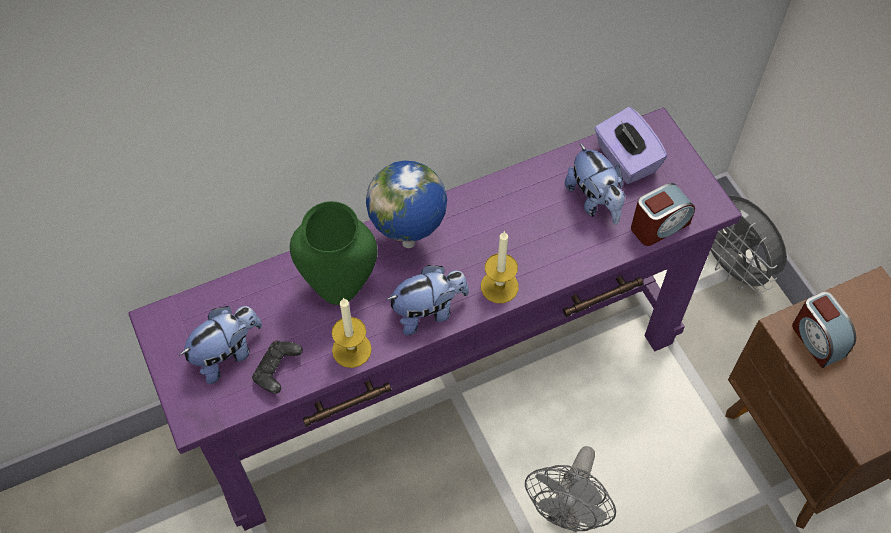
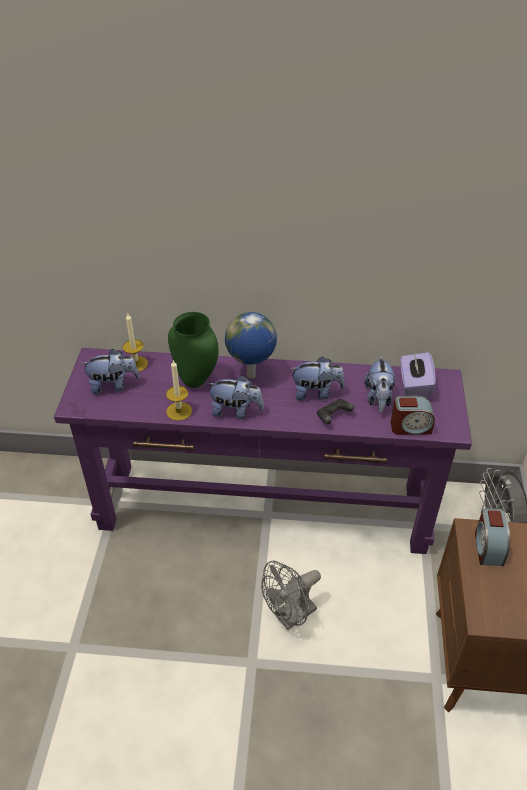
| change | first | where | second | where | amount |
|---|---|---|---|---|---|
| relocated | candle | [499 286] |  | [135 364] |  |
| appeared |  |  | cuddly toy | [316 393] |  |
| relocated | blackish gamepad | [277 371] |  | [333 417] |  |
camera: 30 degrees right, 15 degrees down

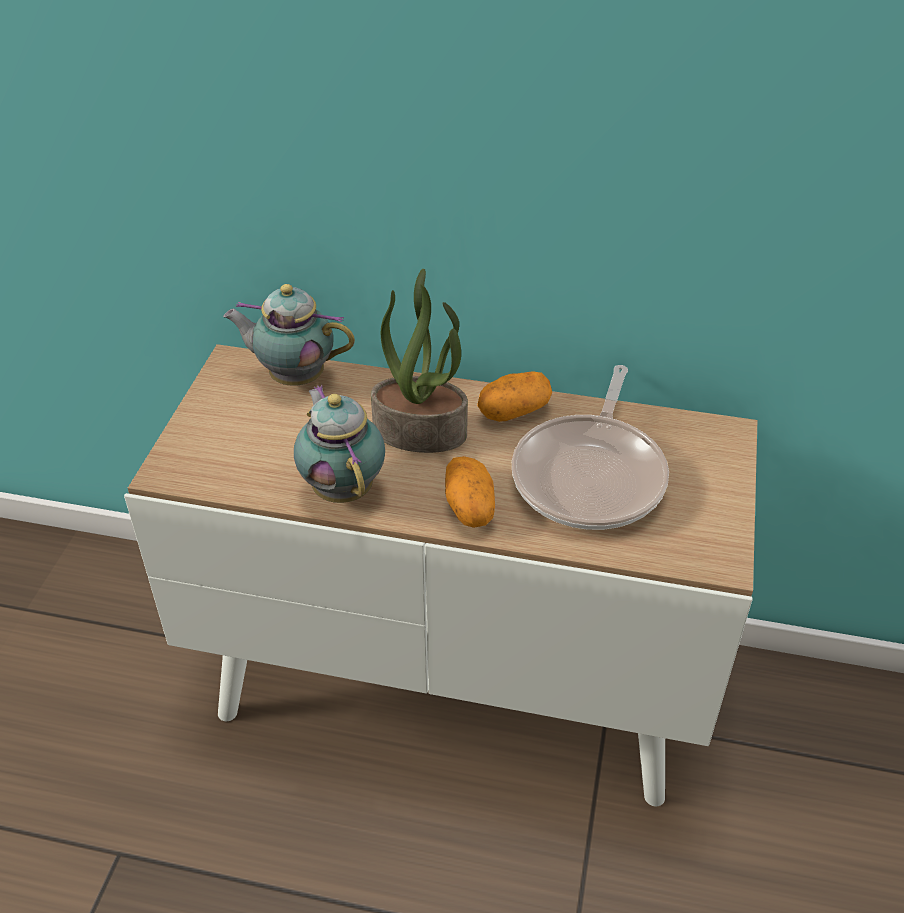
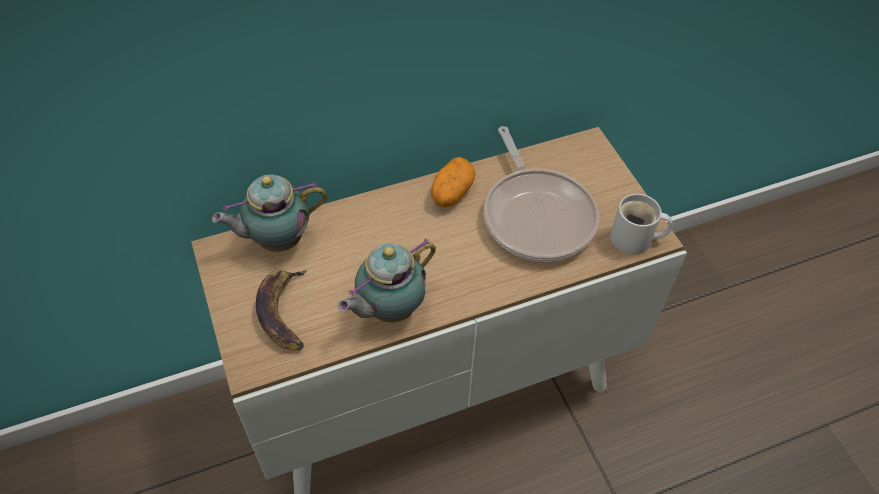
| change | first | where | second | where | amount |
|---|---|---|---|---|---|
| appeared |  |  | whole banana | [283 312] |  |
| spun | teapot | [342 488] |  | [389 309] | 75 degrees counterclockwise |
| appeared |  |  | white-coloured mug | [635 240] |  |
| missing | houseplant | [421 431] |  |  |  |
| missing | potato | [469 507] |  |  |  |
camera: 35 degrees left, 10 degrees up

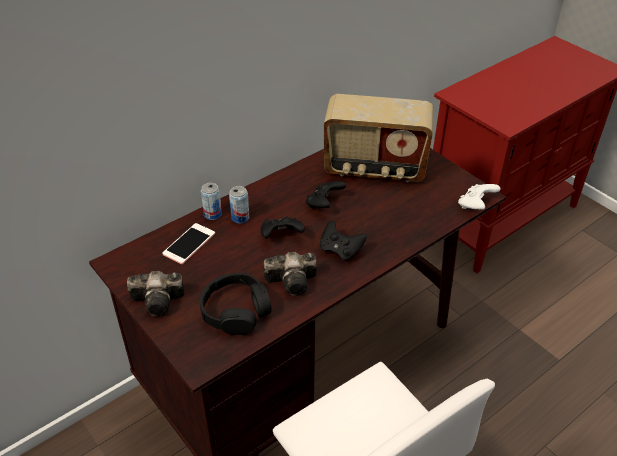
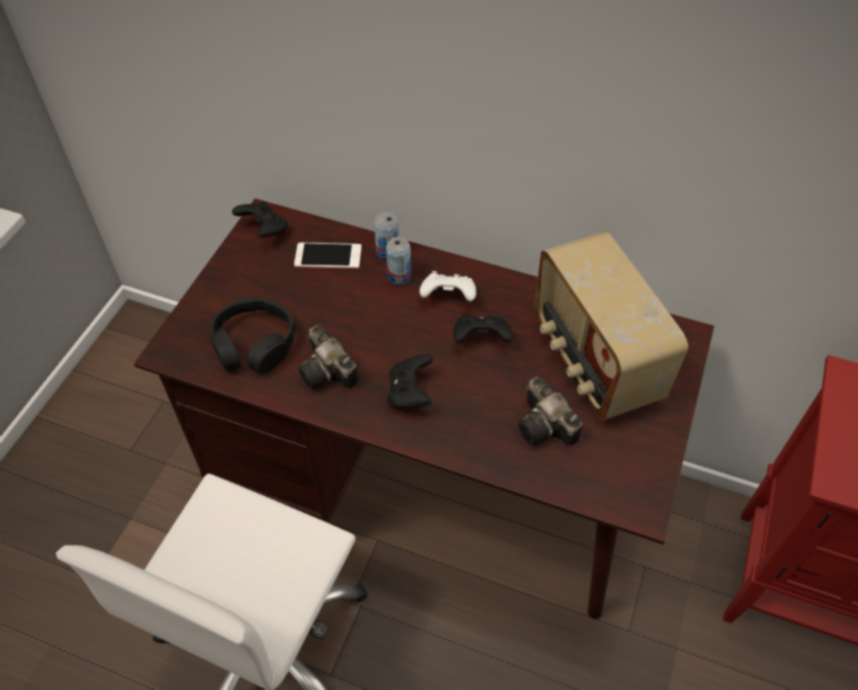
| change | first | where | second | where | amount |
|---|---|---|---|---|---|
| relocated | blackish gamepad | [281 236] |  | [264 230] |  |
| relocated | white-coloured gamepad | [476 205] |  | [448 298] |  |
| relocated | photo camera | [160 301] |  | [546 427] |  |
camera: 60 degrees right, 10 degrees up

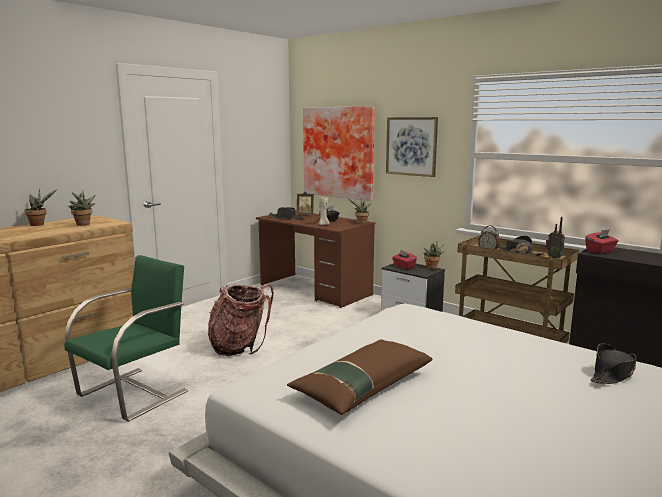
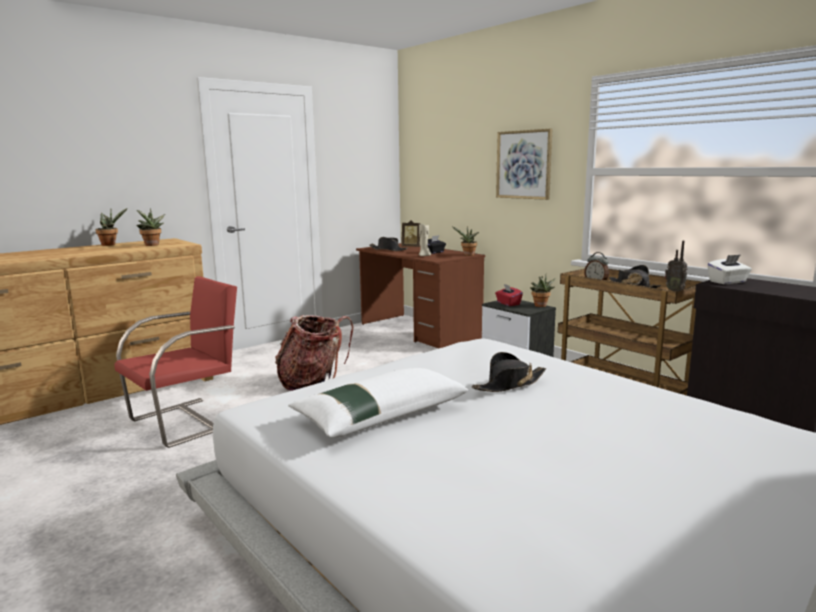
| change | first | where | second | where | amount |
|---|---|---|---|---|---|
| colour | greenish upright chair | [135 393] | red upright chair | [187 421] |  |
| colour | brownish cushion | [362 386] | white-coloured cushion | [380 414] |  |
| relocated | blackish wearable hat | [613 374] |  | [509 384] |  |
| colour | red tissue holder | [600 251] | white-coloured tissue holder | [728 282] |  |
| missing | wall picture | [339 152] |  |  |  |
camera: 10 degrees right, 0 degrees up

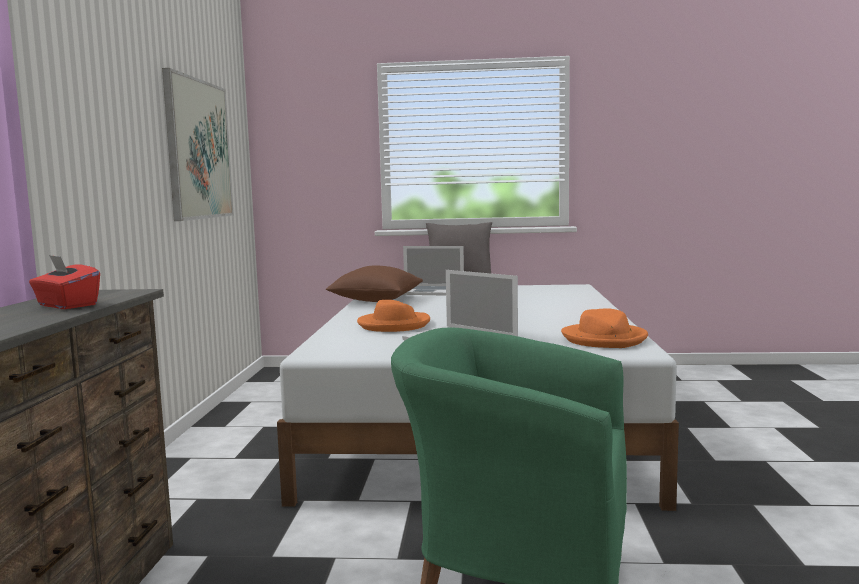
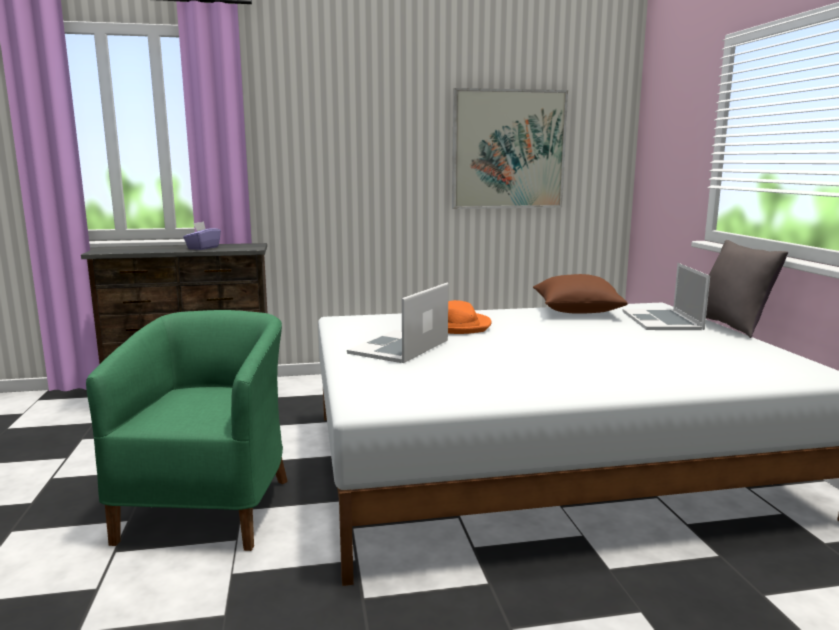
| change | first | where | second | where | amount |
|---|---|---|---|---|---|
| colour | red tissue holder | [66 305] | purplish tissue holder | [203 248] |  |
| missing | orange-coloured wearable hat | [604 339] |  |  |  |
camera: 75 degrees right, 5 degrees up

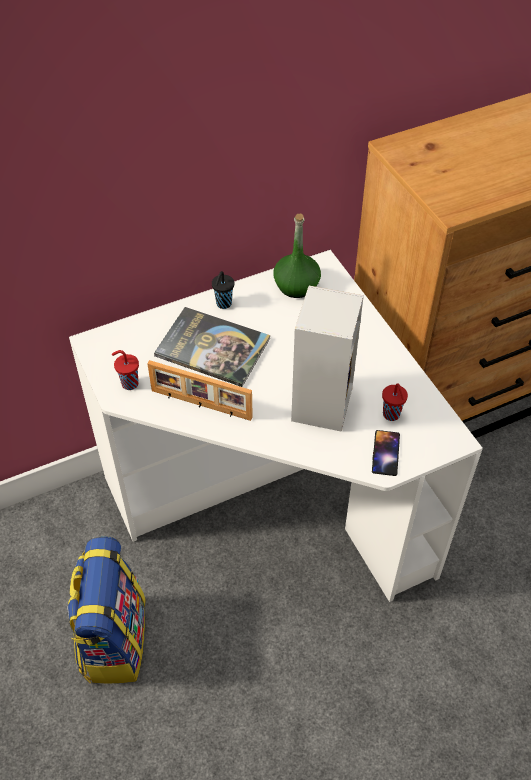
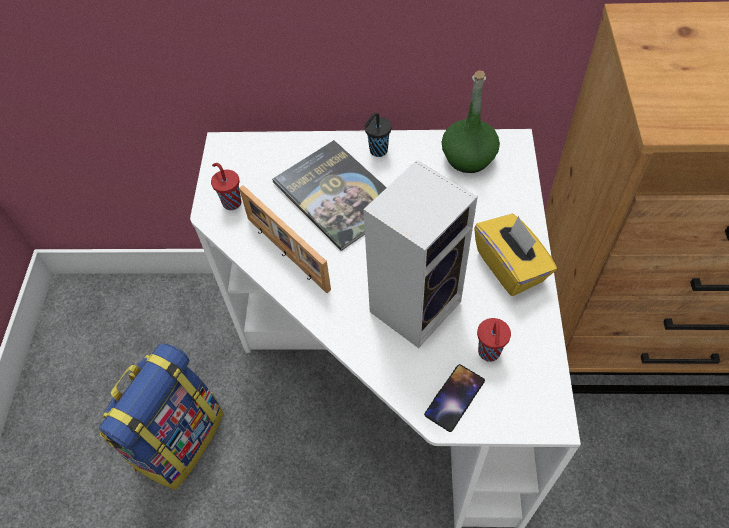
| change | first | where | second | where | amount |
|---|---|---|---|---|---|
| appeared |  |  | yellowish tissue holder | [510 266] |  |
camera: 30 degrees right, 5 degrees up

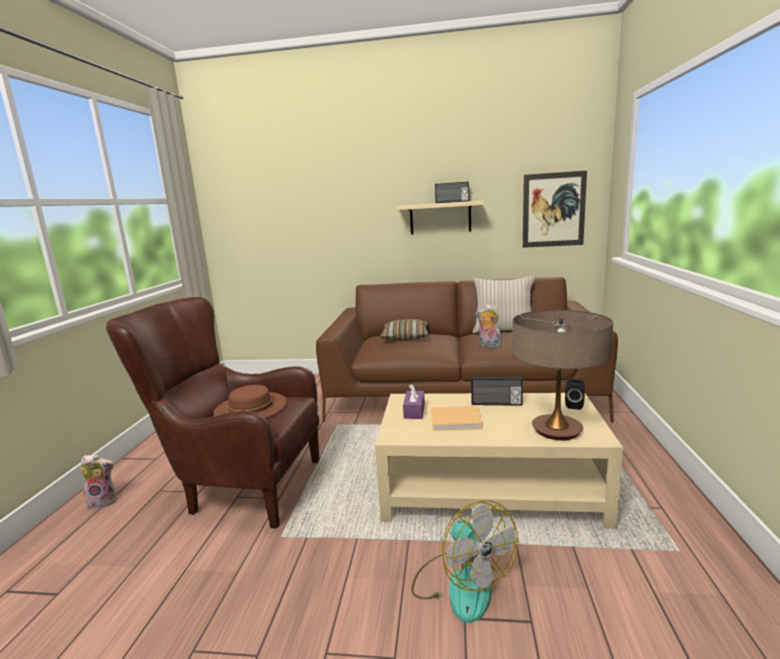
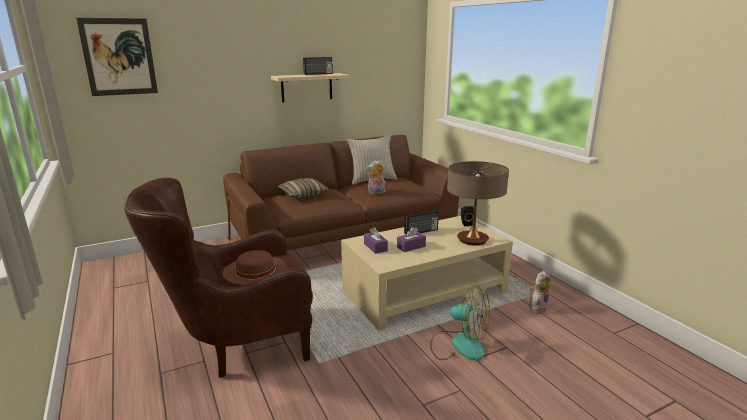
| change | first | where | second | where | amount |
|---|---|---|---|---|---|
| relocated | wall picture | [553 210] |  | [119 57] |  |
| exchanged | beige-coloured volume | [457 420] | purplish tissue holder | [411 247] |  |
| relocated | cuddly toy | [104 501] |  | [537 308] |  |
camera: 35 degrees left, 5 degrees up

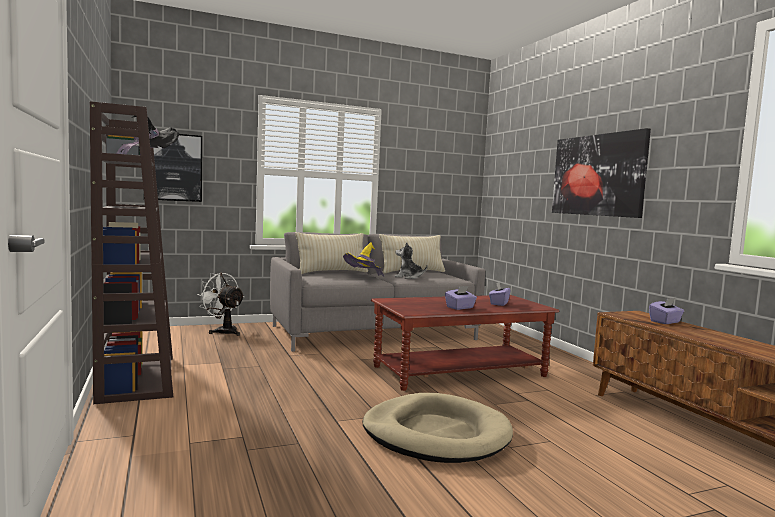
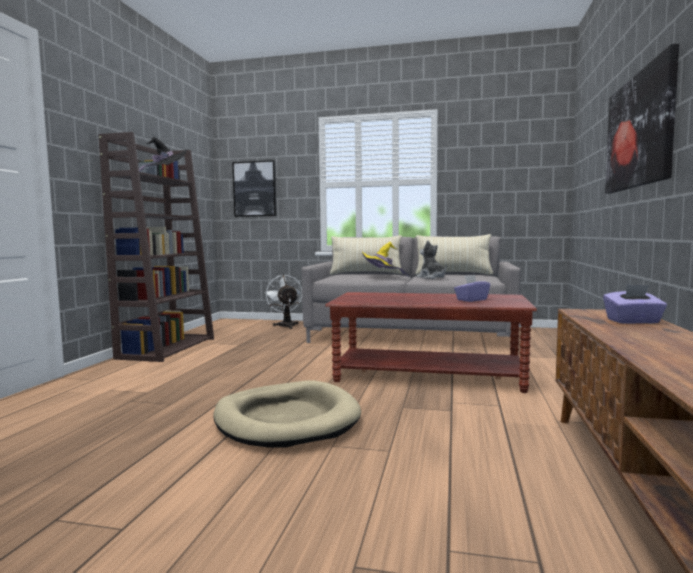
| change | first | where | second | where | amount |
|---|---|---|---|---|---|
| missing | purplish tissue holder | [460 307] |  |  |  |
camera: 35 degrees right, 0 degrees up

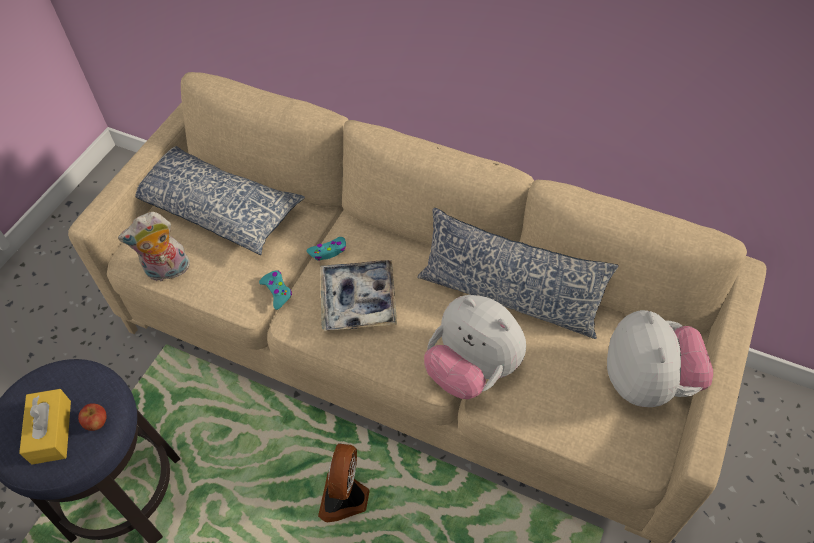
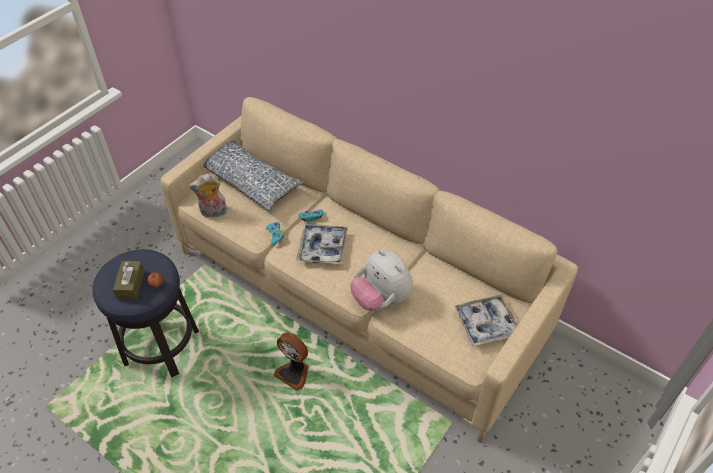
| change | first | where | second | where | amount |
|---|---|---|---|---|---|
| colour | yellowish tissue holder | [51 432] | brownish tissue holder | [131 285] |  |
| spun | cooling fan | [345 497] |  | [294 373] | 75 degrees counterclockwise |
| exchanged | cuddly toy | [647 381] | serving tray | [486 324] |  |
| missing | cushion | [508 297] |  |  |  |
camera: 10 degrees right, 5 degrees down

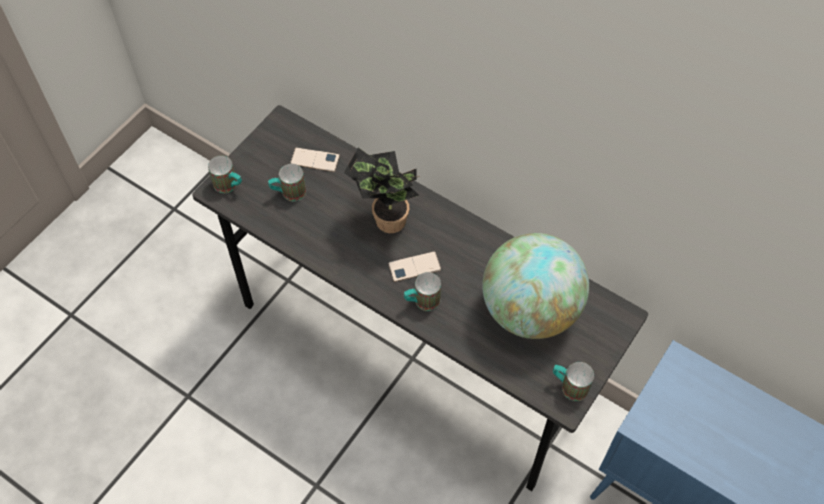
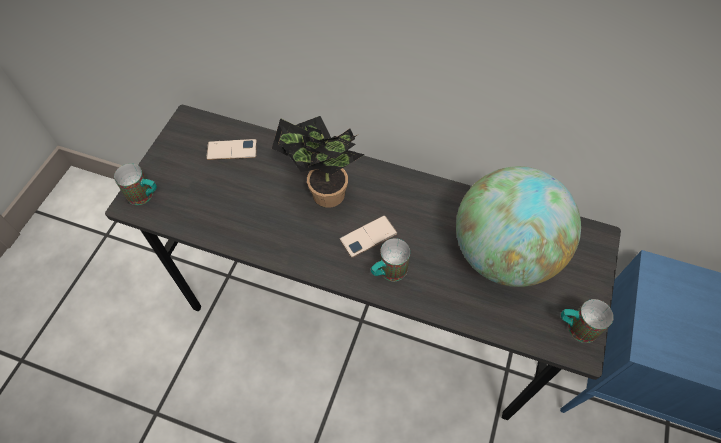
| change | first | where | second | where | amount |
|---|---|---|---|---|---|
| missing | mug | [288 193] |  |  |  |
camera: 15 degrees left, 0 degrees up

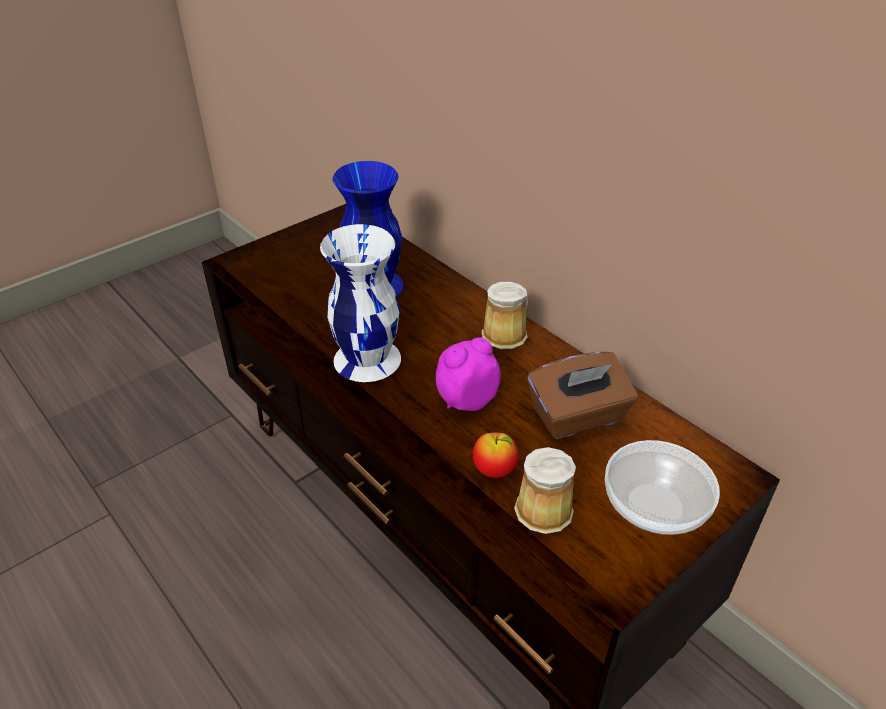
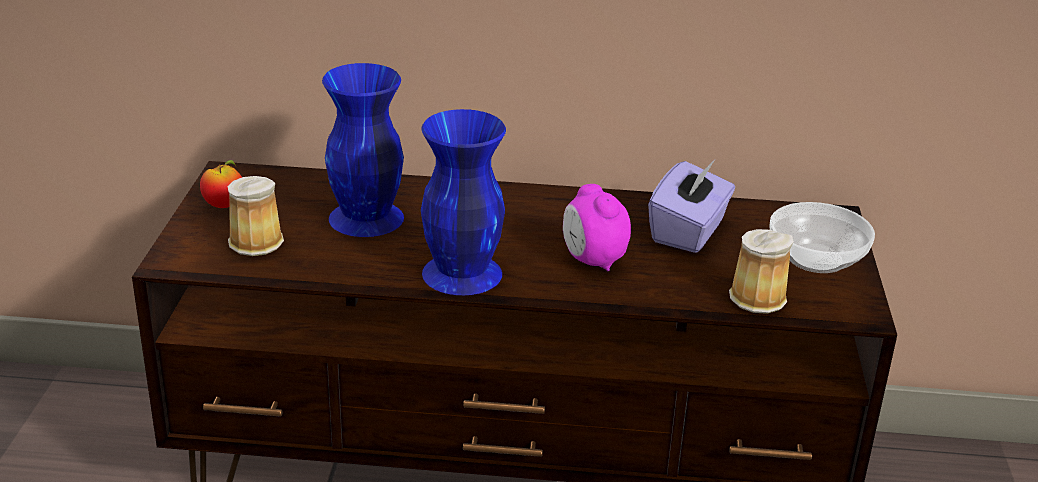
| change | first | where | second | where | amount |
|---|---|---|---|---|---|
| relocated | whole apple | [494 470] |  | [224 205] |  |
| relocated | mug | [506 334] |  | [256 240] |  |
| colour | white-coloured flower vase | [366 358] | blue flower vase | [460 273] |  |
| spun | alarm clock | [466 400] |  | [592 261] | 45 degrees counterclockwise |
| colour | brownish tissue holder | [578 417] | purplish tissue holder | [689 232] |  |
camera: 45 degrees left, 10 degrees down

